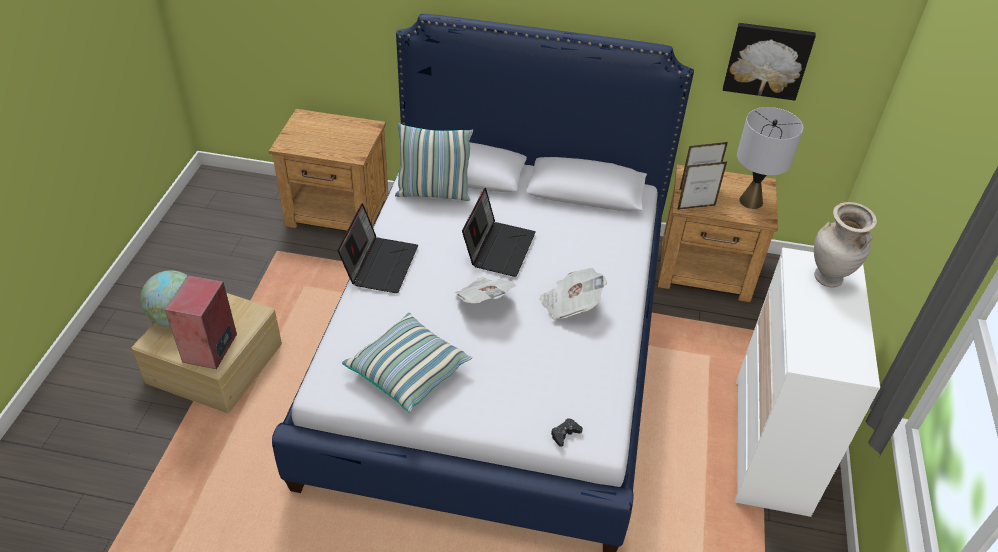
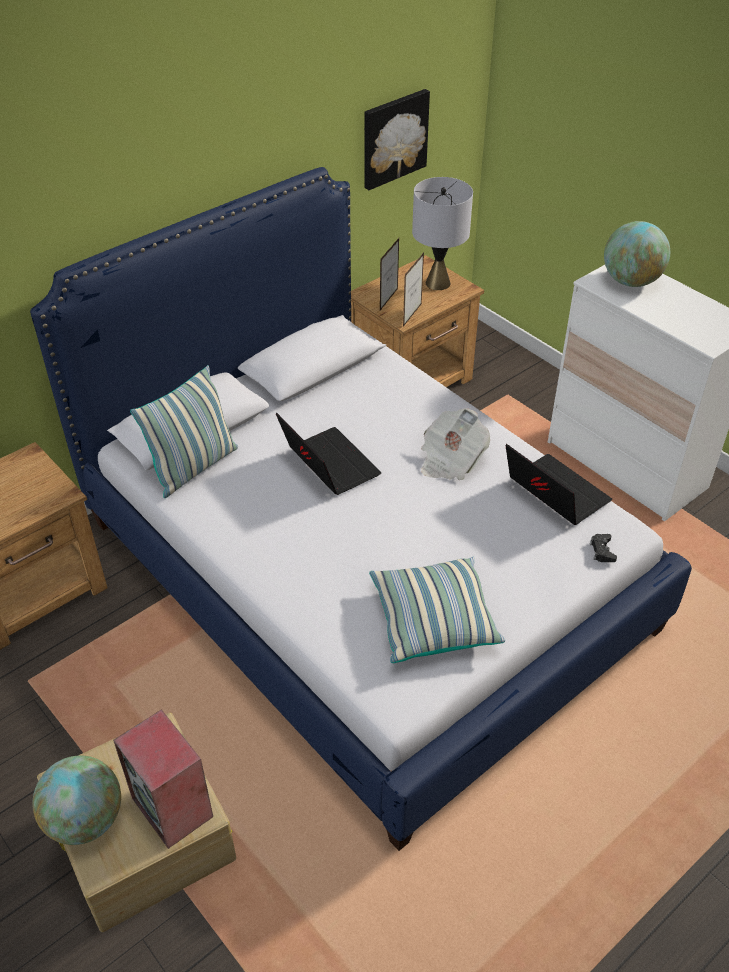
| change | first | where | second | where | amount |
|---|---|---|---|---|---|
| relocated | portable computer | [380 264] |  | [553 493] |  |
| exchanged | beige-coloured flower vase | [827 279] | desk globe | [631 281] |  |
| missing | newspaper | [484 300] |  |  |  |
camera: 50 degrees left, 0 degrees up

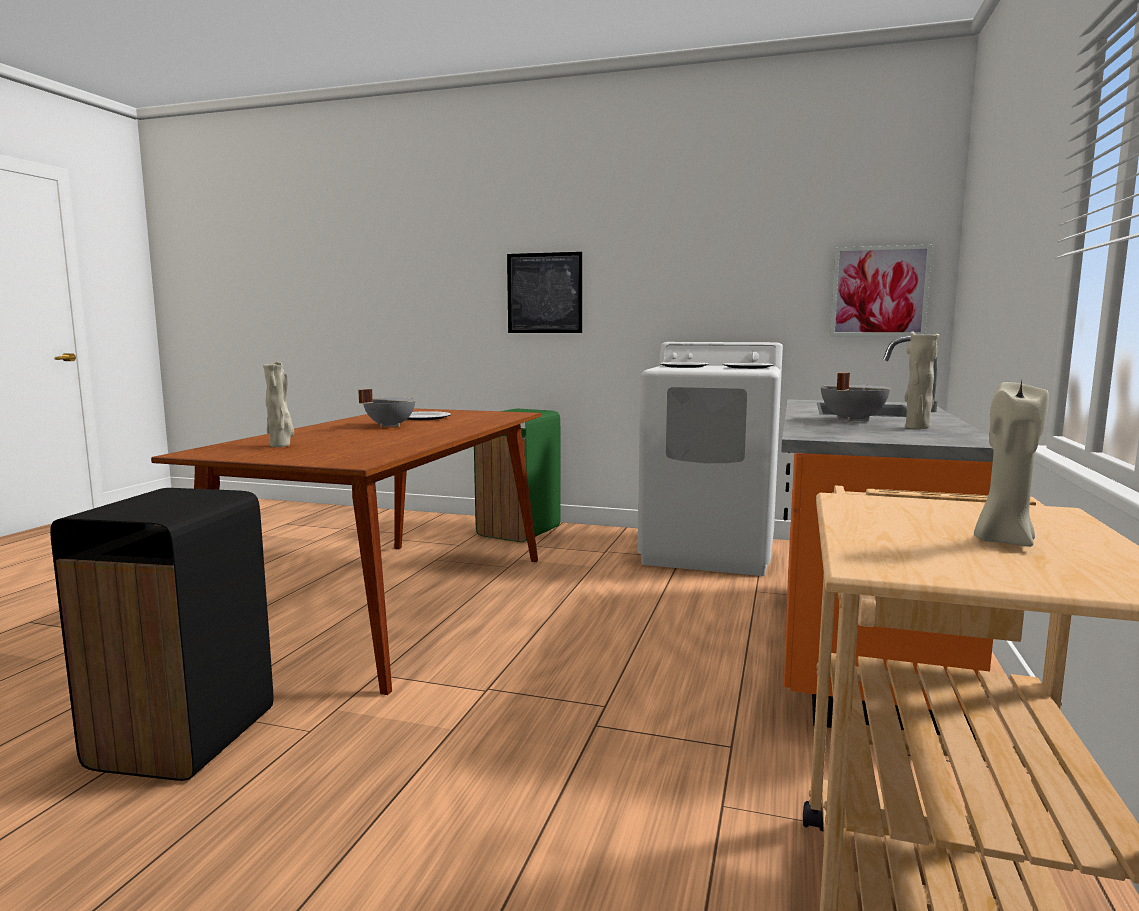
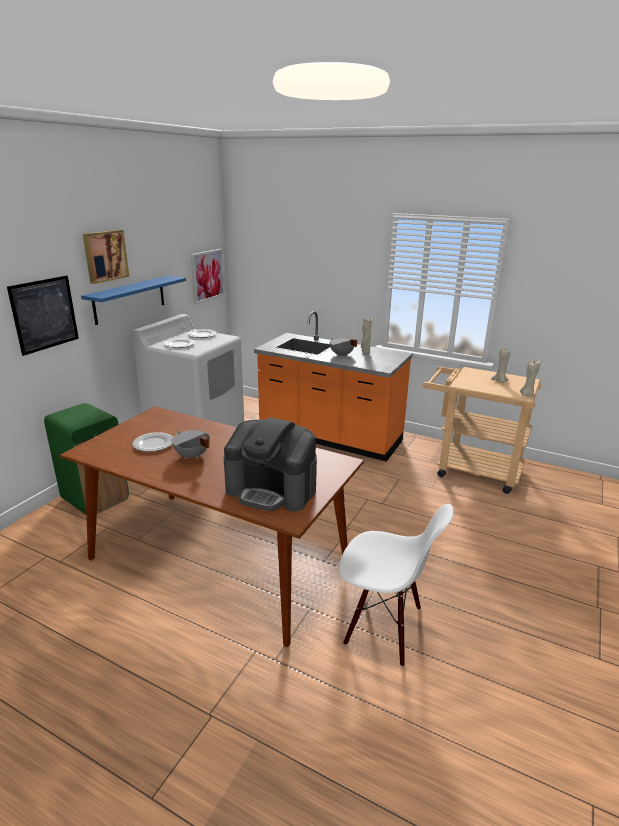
| change | first | where | second | where | amount |
|---|---|---|---|---|---|
| appeared |  |  | blue shelf | [130 299] |  |
| appeared |  |  | wall picture | [105 256] |  |
| exchanged | beige-coloured flower vase | [281 446] | coffee brewer | [272 489] |  |
| exchanged | blackish rubbish bin | [181 738] | white-coloured upright chair | [383 627] |  |
| appeared |  |  | beige-coloured candle | [527 394] |  |
camera: 80 degrees left, 15 degrees up

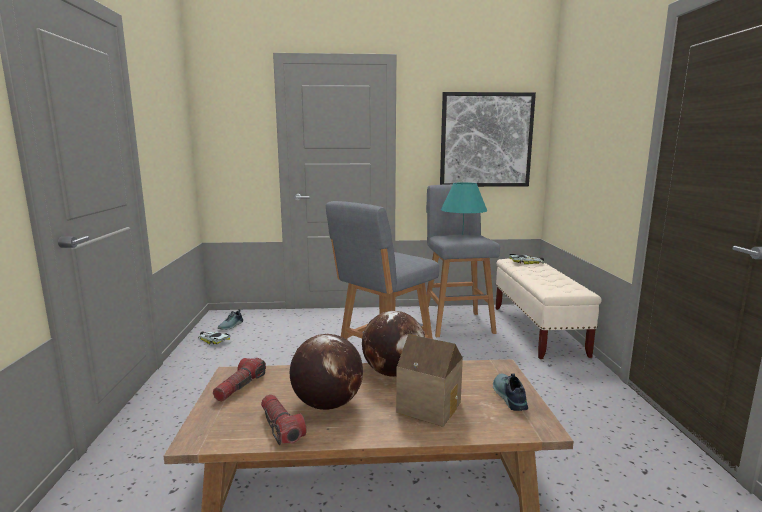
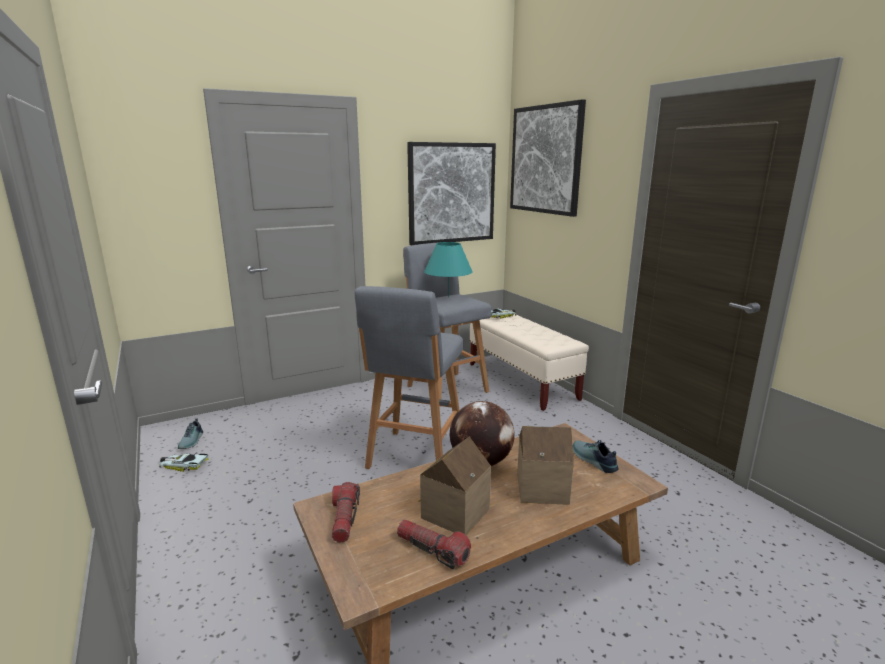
| change | first | where | second | where | amount |
|---|---|---|---|---|---|
| exchanged | desk globe | [327 404] | miniature house | [452 512] |  |
| appeared |  |  | wall picture | [545 159] |  |
camera: 25 degrees left, 5 degrees up

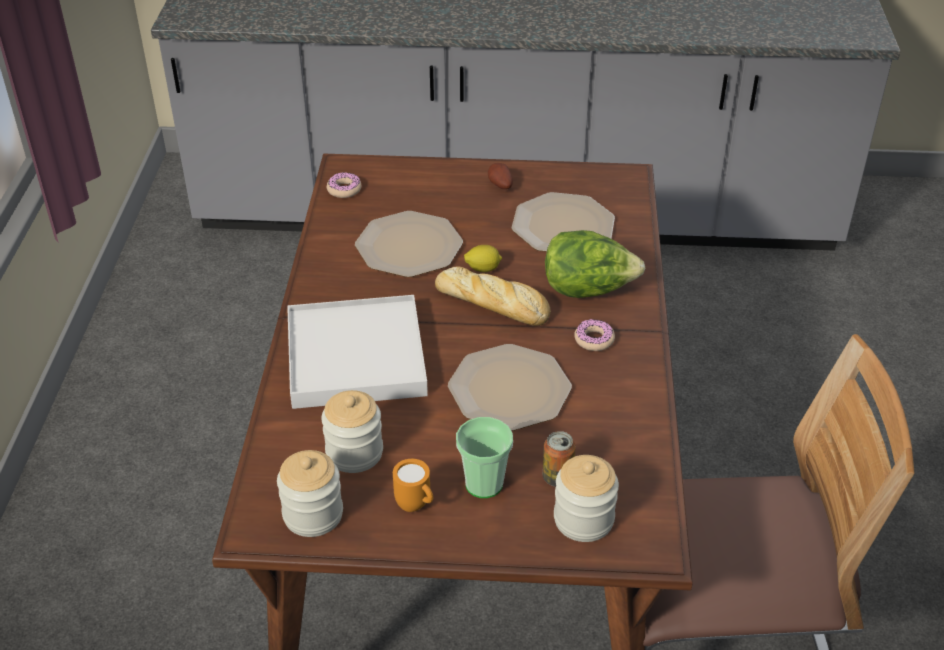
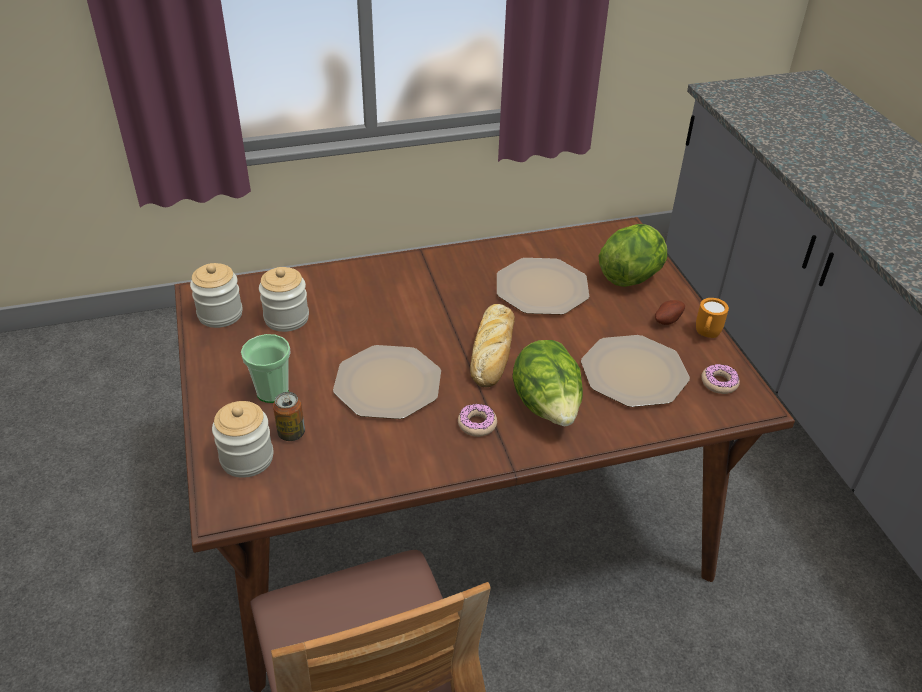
| change | first | where | second | where | amount |
|---|---|---|---|---|---|
| appeared |  |  | lettuce | [631 276] |  |
| relocated | orange-coloured mug | [416 506] |  | [706 335] |  |
| relocated | donut | [344 189] |  | [719 383] |  |
| missing | white-coloured serving tray | [355 357] |  |  |  |
| missing | lemon | [483 269] |  |  |  |
camera: 70 degrees right, 0 degrees up

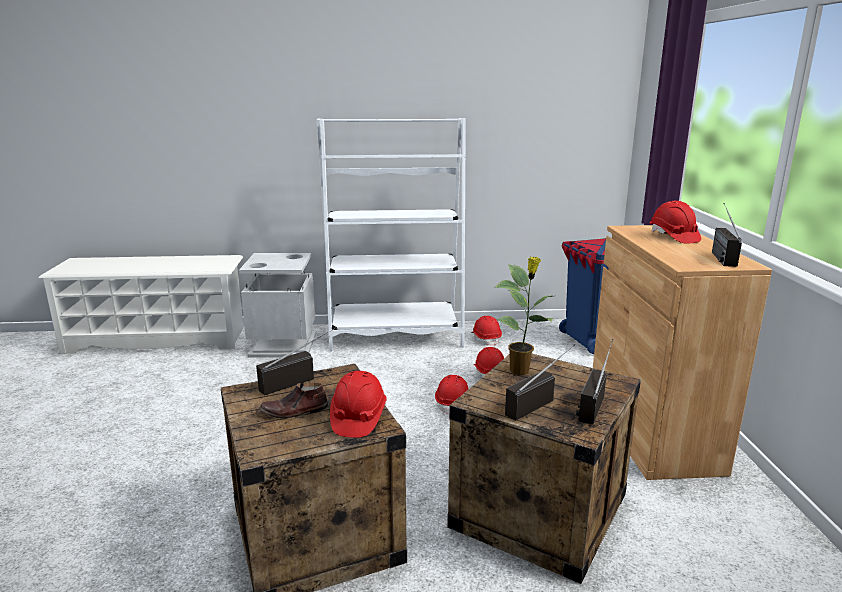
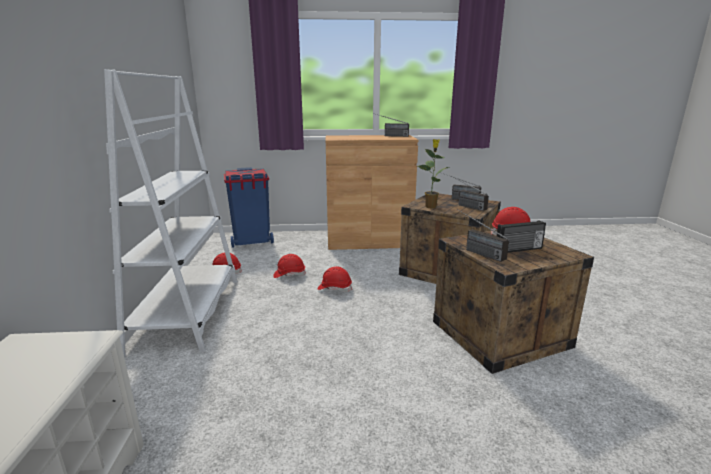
| change | first | where | second | where | amount |
|---|---|---|---|---|---|
| exchanged | brownish low shoe | [294 411] | radio set | [519 249] |  |
| missing | gray rubbish bin | [284 344] |  |  |  |
| missing | red safety helmet | [673 237] |  |  |  |
camera: 90 degrees left, 0 degrees up

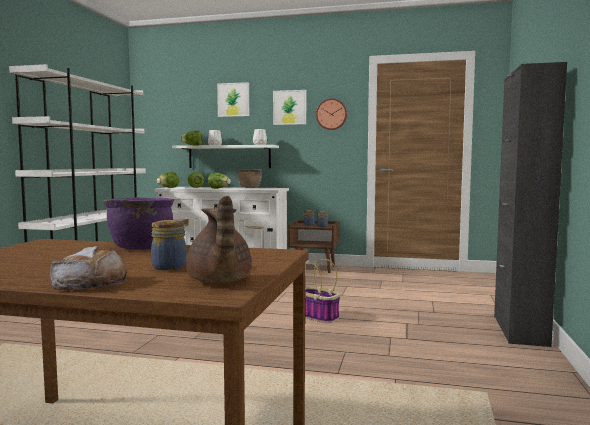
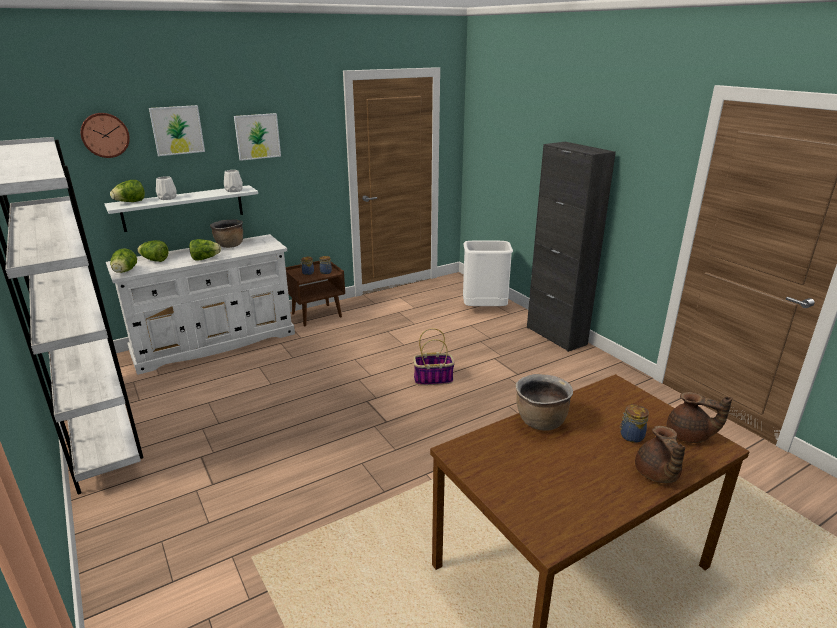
| change | first | where | second | where | amount |
|---|---|---|---|---|---|
| relocated | hanging clock | [331 114] |  | [105 135] |  |
| appeared |  |  | white-coloured rubbish bin | [484 309] |  |
| colour | purplish stockpot | [140 247] | brownish stockpot | [540 421] |  |
| exchanged | baked bread | [90 282] | brownish teapot | [656 474] |  |
camera: 45 degrees left, 20 degrees up

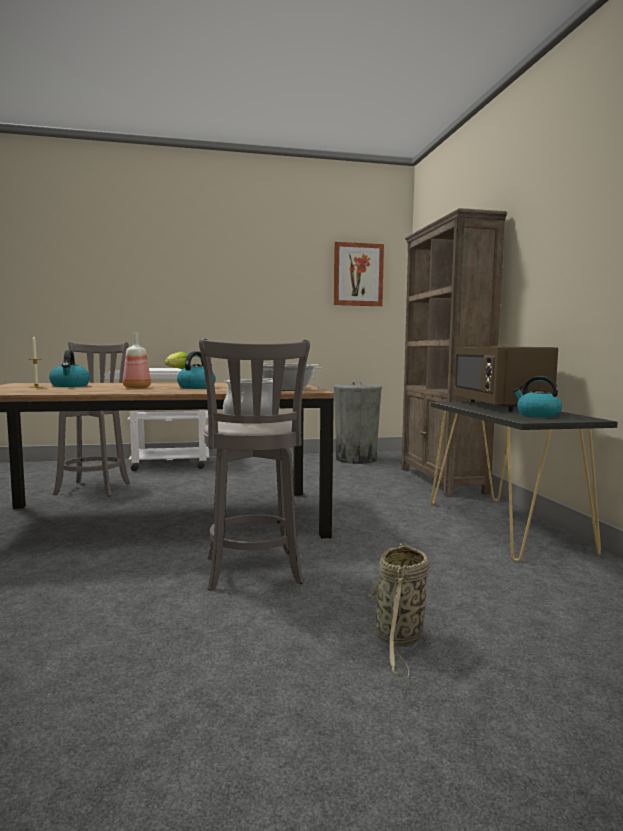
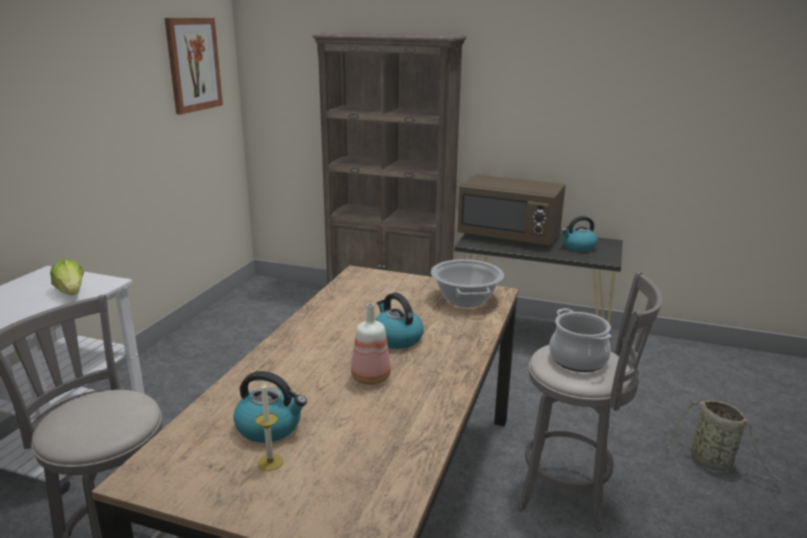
| change | first | where | second | where | amount |
|---|---|---|---|---|---|
| missing | gray rubbish bin | [356 459] |  |  |  |
camera: 60 degrees left, 15 degrees up

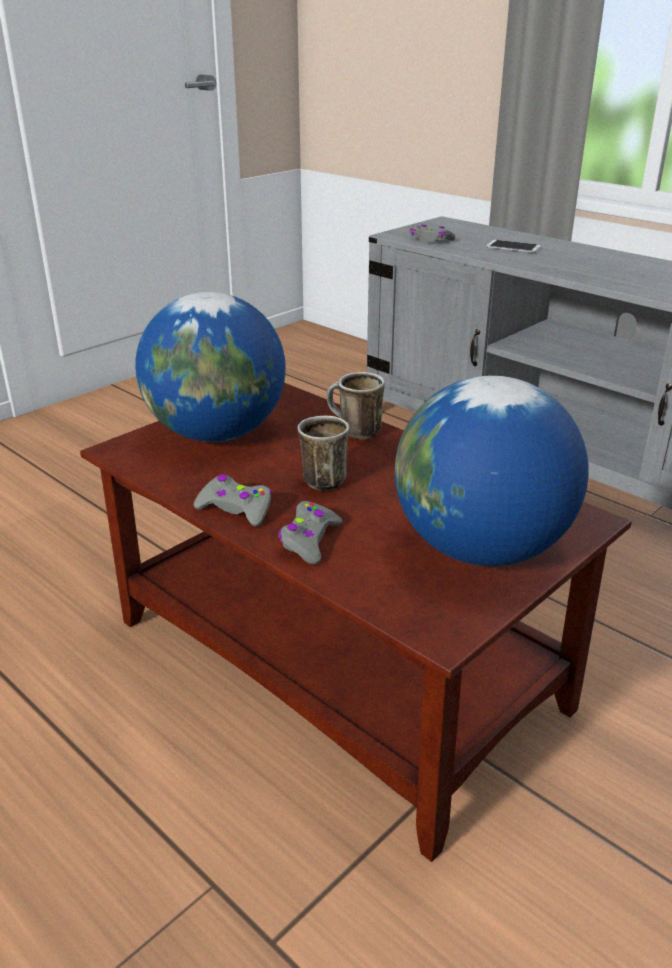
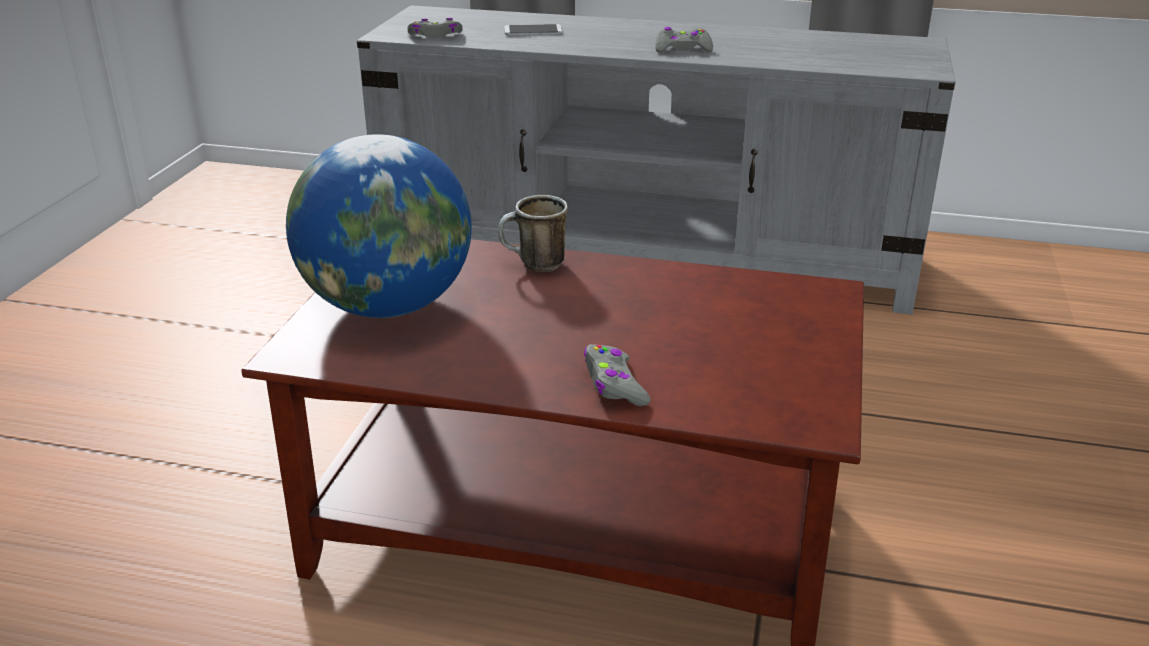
| change | first | where | second | where | amount |
|---|---|---|---|---|---|
| relocated | gray gamepad | [236 509] |  | [682 49] |  |
| missing | mug | [321 478] |  |  |  |
| missing | desk globe | [480 549] |  |  |  |
camera: 30 degrees left, 0 degrees up

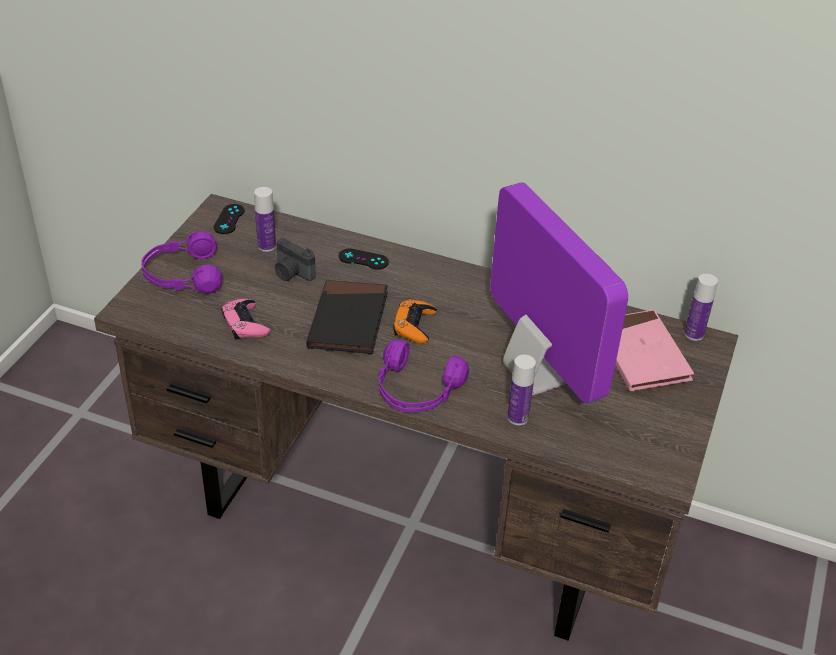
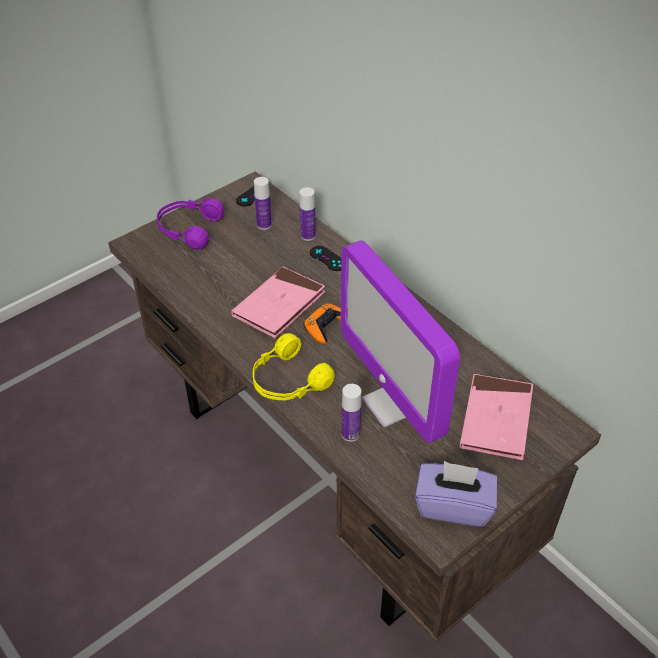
| change | first | where | second | where | amount |
|---|---|---|---|---|---|
| colour | blackish volume | [348 321] | pinkish volume | [279 305] |  |
| colour | purplish pair of headphones | [416 391] | yellowish pair of headphones | [287 381] |  |
| relocated | beverage bottle | [694 334] |  | [308 235] |  |
| spun | computer screen | [536 375] |  | [393 404] | 150 degrees clockwise |
| appeared |  |  | purplish tissue holder | [453 505] |  |
| missing | pinkish gamepad | [245 324] |  |  |  |
| missing | photo camera | [292 273] |  |  |  |
camera: 30 degrees right, 5 degrees up

